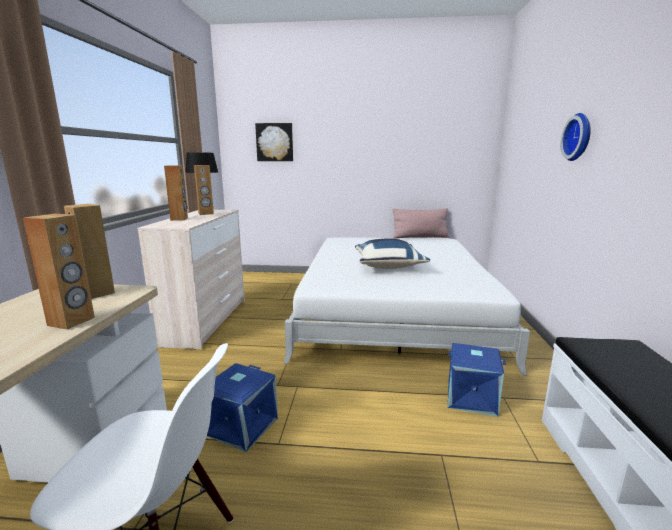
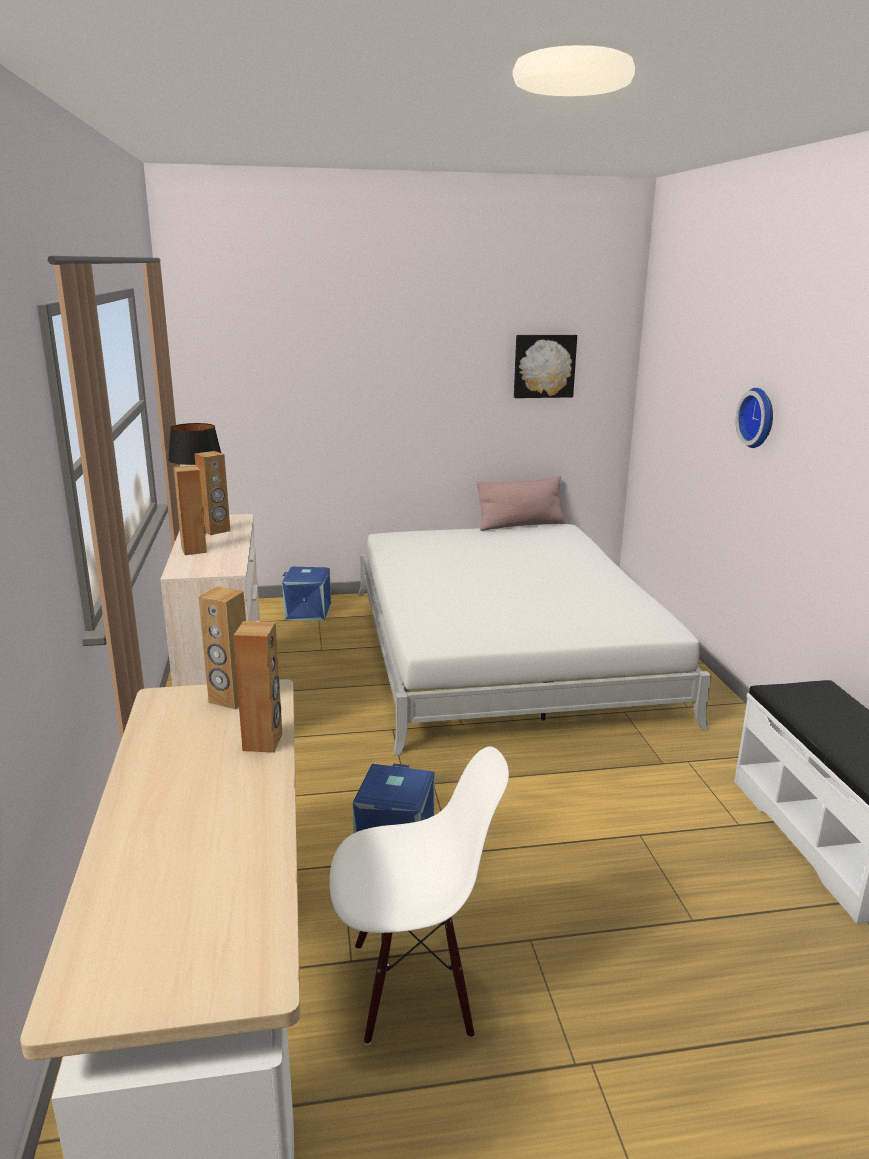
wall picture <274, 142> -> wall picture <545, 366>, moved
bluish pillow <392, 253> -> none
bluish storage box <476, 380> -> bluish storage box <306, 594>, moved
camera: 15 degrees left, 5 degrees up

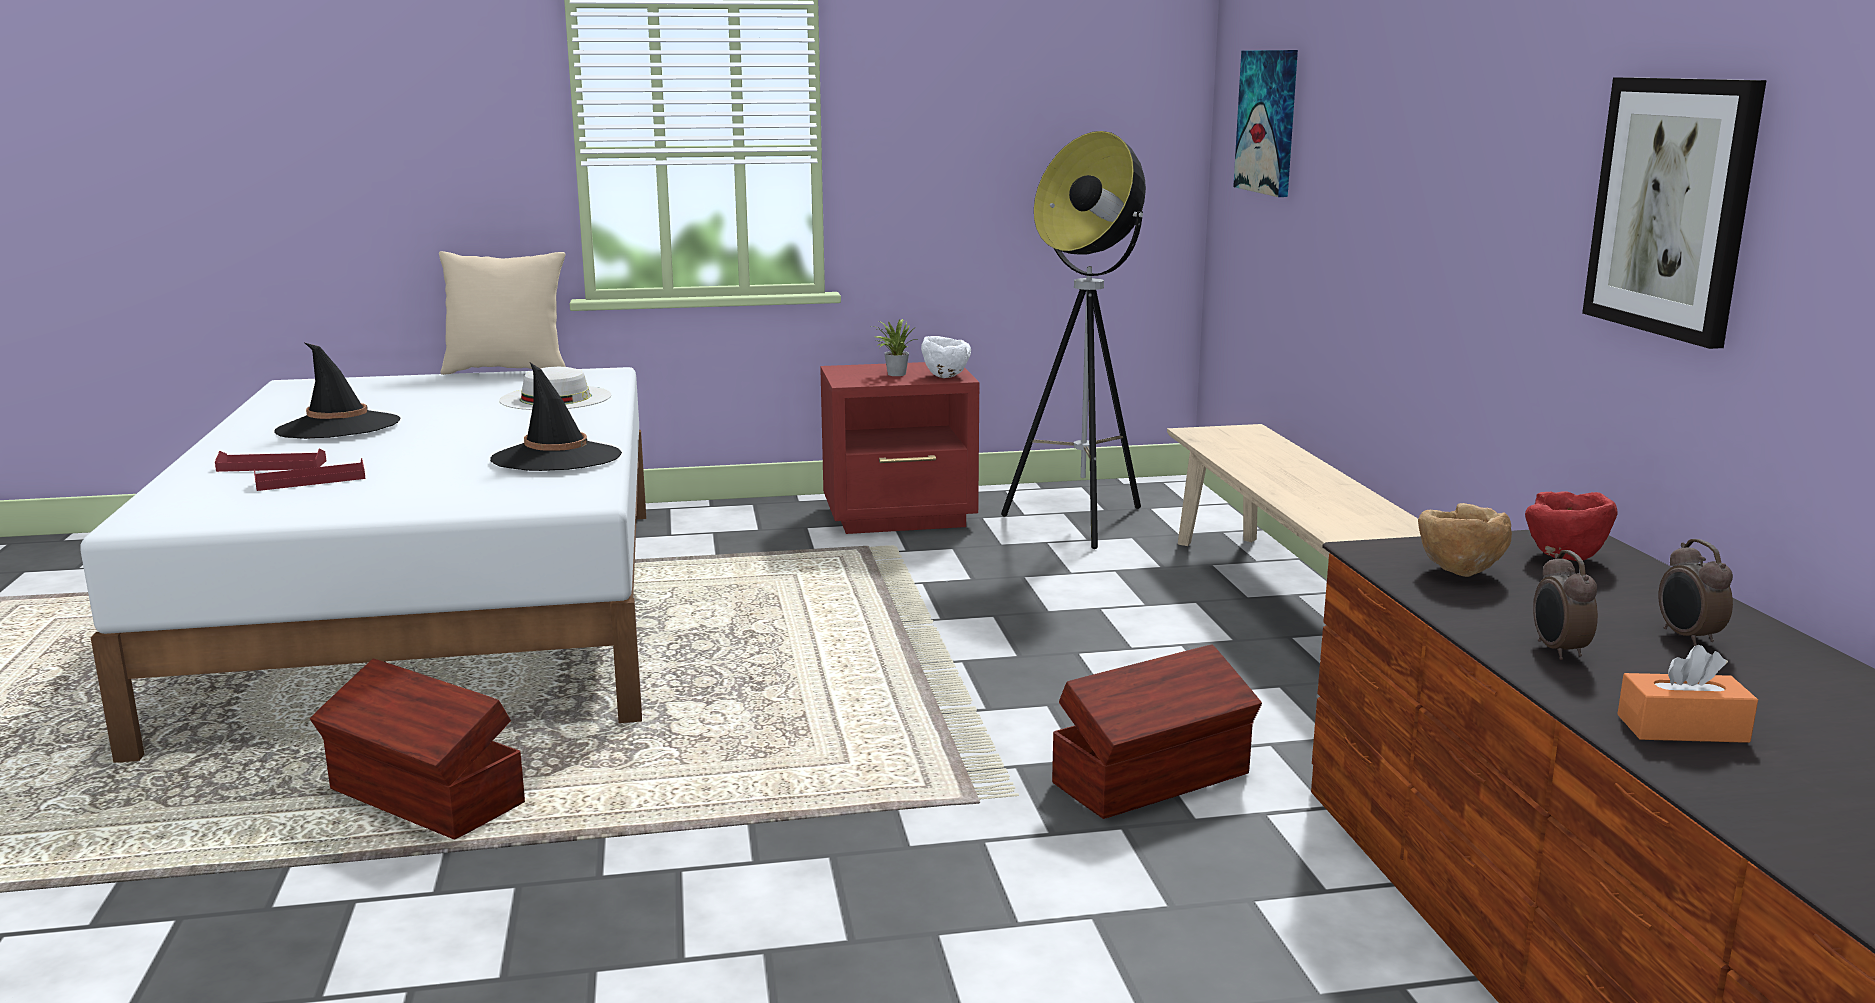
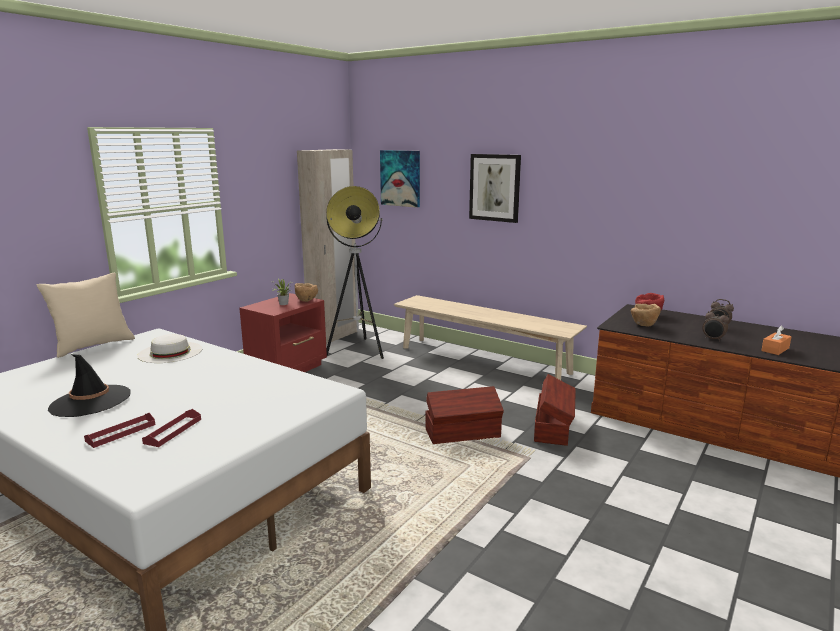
brownish storage box <417, 748> -> brownish storage box <465, 415>, moved
black-coloured hat <556, 417> -> none
white-coloured deep dish <946, 357> -> brownish deep dish <306, 292>
wall picture <1674, 213> -> wall picture <495, 188>, moved
none -> sand-coloured wardrobe <327, 246>
camera: 45 degrees left, 0 degrees up

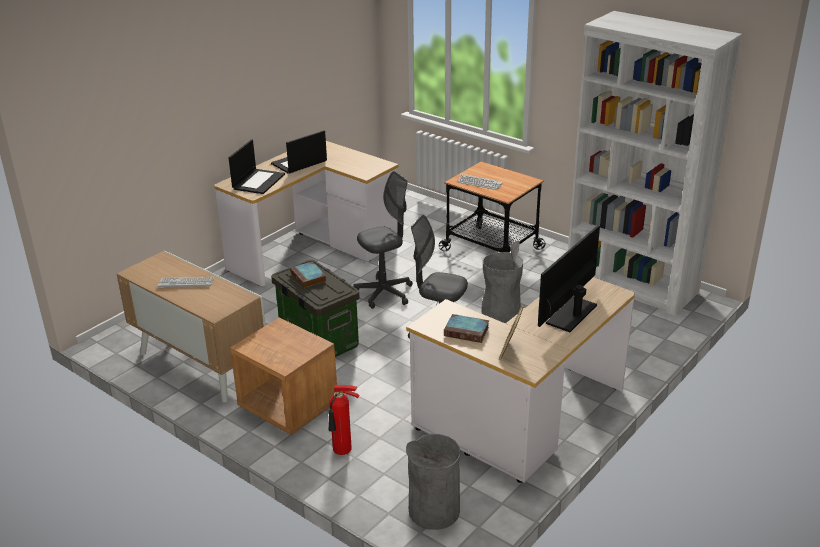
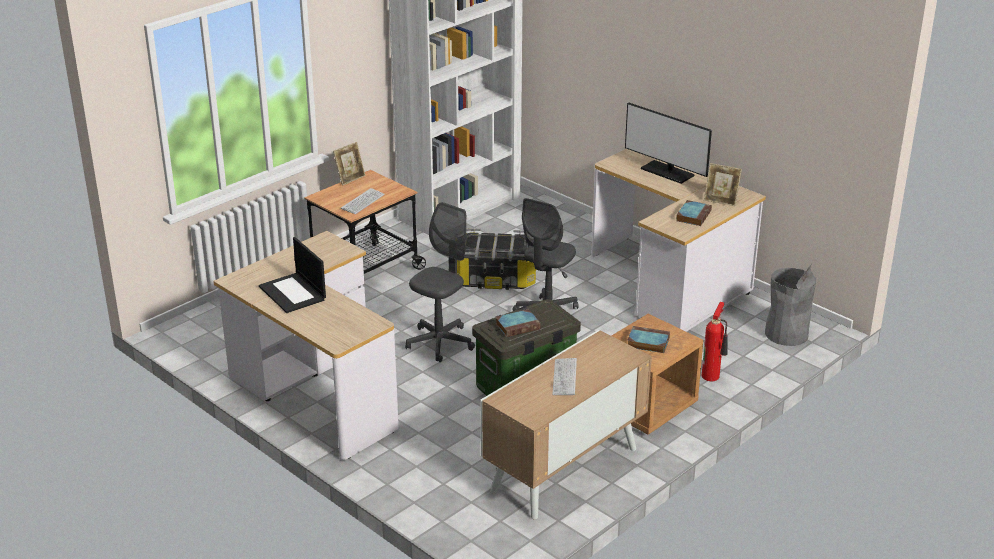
portable computer <256, 166> -> none
grey office chair <383, 240> -> grey office chair <440, 282>, 60 degrees clockwise
grey rubbish bin <502, 282> -> storage box <496, 259>
none -> picture frame <349, 164>
none -> bound book <648, 339>
camera: 85 degrees left, 0 degrees up

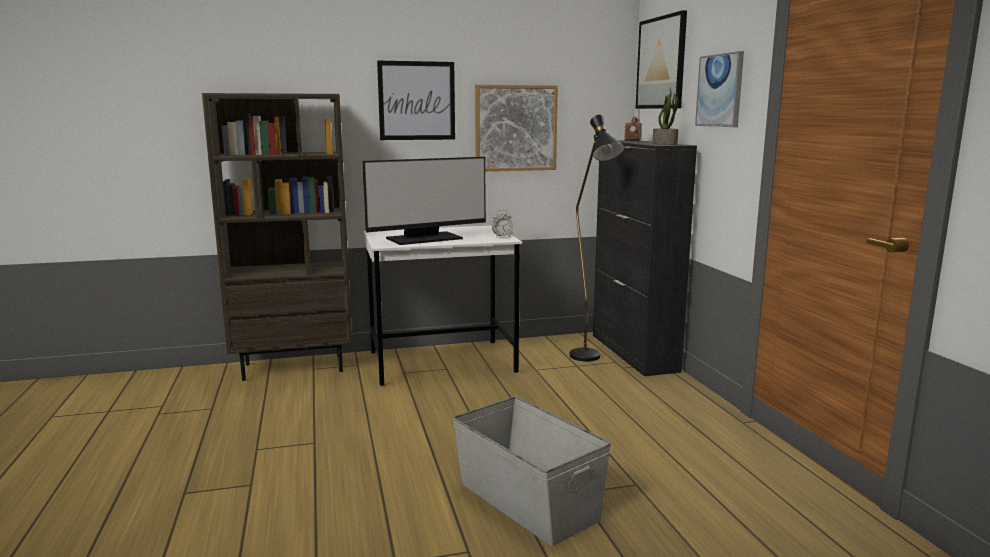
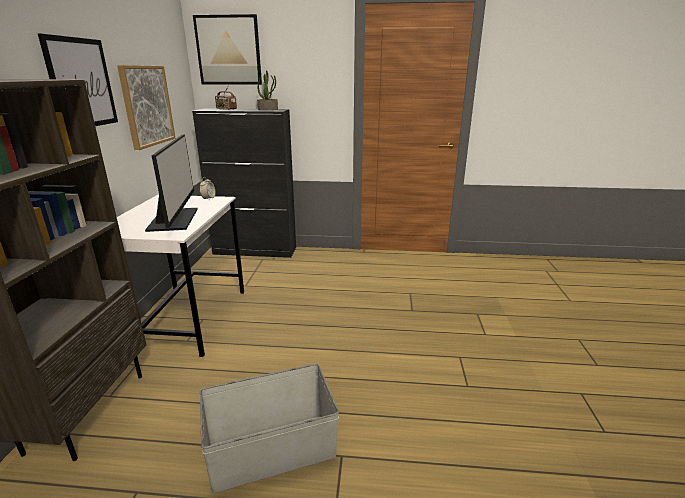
grey storage box <532, 471> -> grey storage box <269, 428>, moved
black-coloured floor lamp <597, 238> -> none
wall picture <719, 89> -> none
camera: 70 degrees left, 10 degrees up

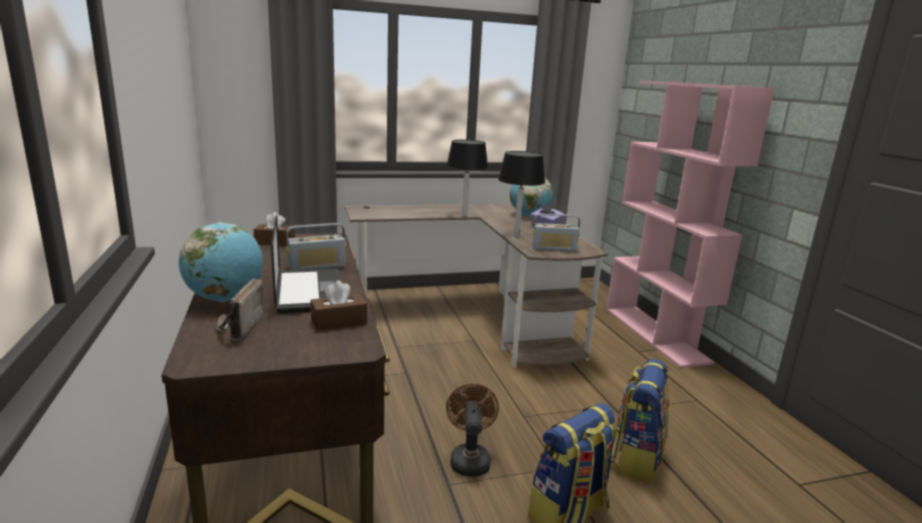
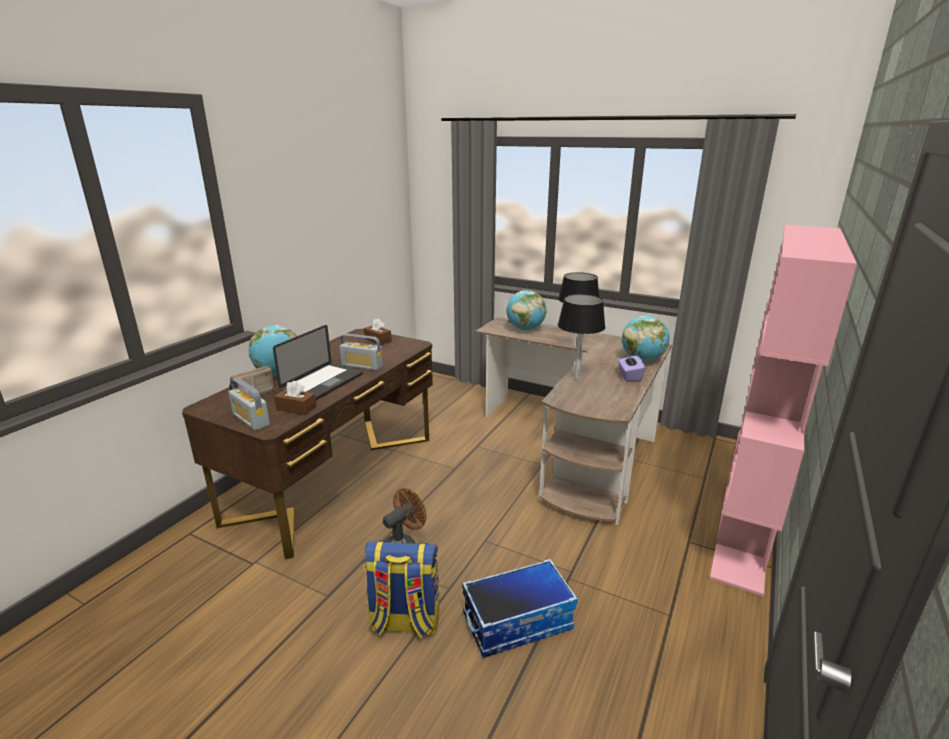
radio set <556, 232> -> radio set <249, 404>, moved
backpack <640, 421> -> storage box <520, 608>
none -> desk globe <526, 310>
camera: 45 degrees right, 5 degrees up

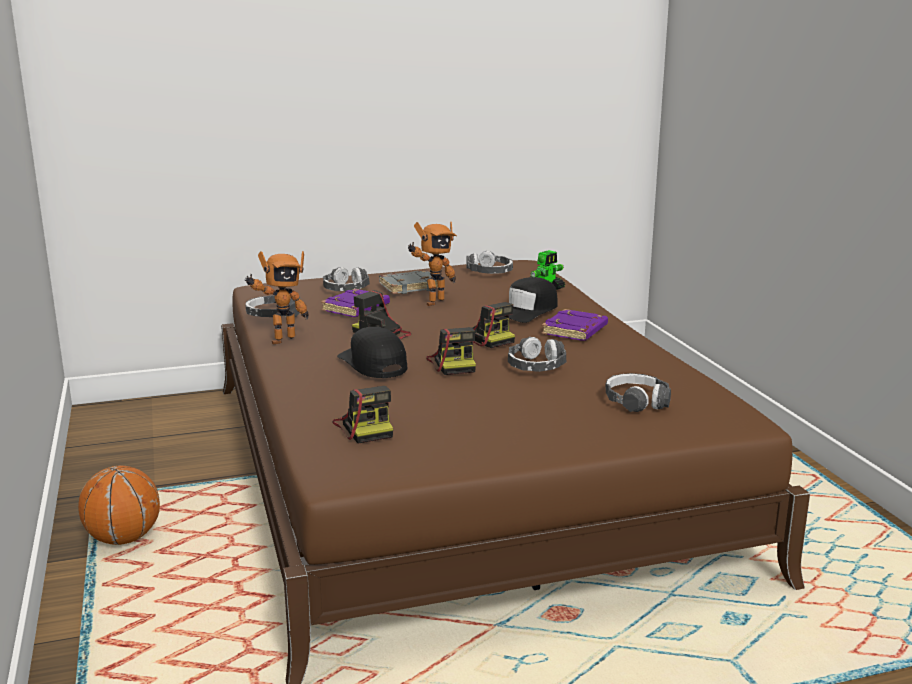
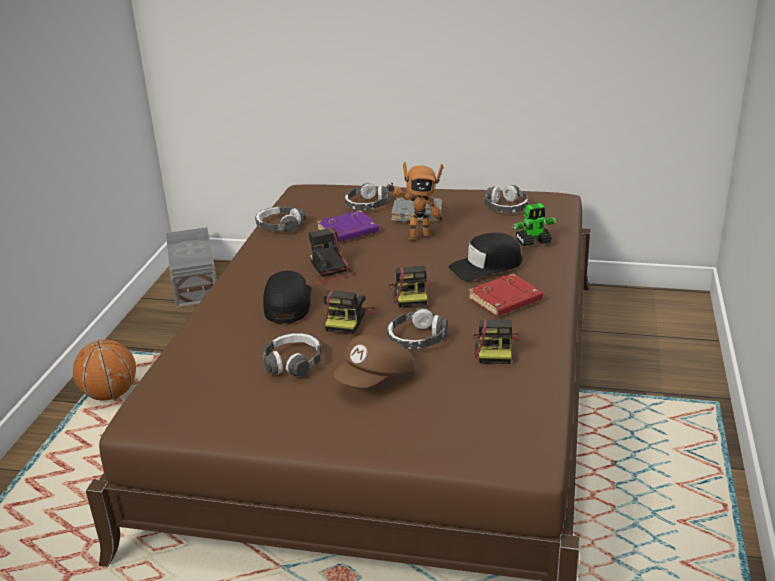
model robot <276, 298> -> none
photo camera <363, 415> -> photo camera <497, 341>, moved
purple-coloured bound book <575, 325> -> red-coloured bound book <505, 295>
headphones <638, 392> -> headphones <292, 355>, moved
none -> grey storage box <191, 267>
none -> brownish peaked cap <373, 361>
camera: 30 degrees right, 10 degrees up

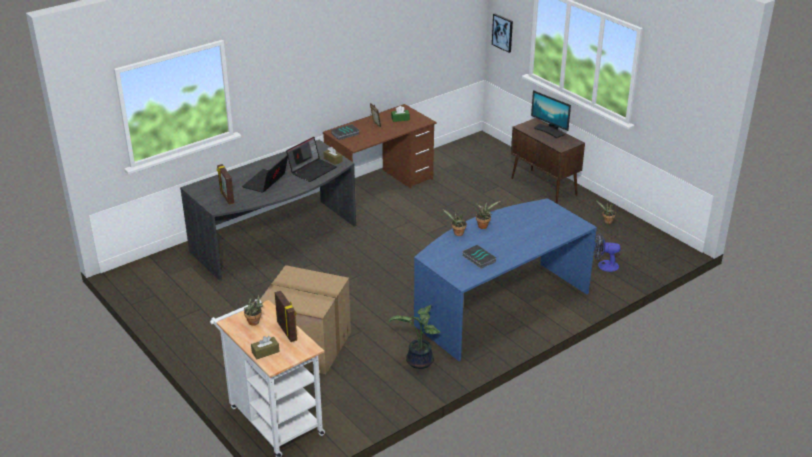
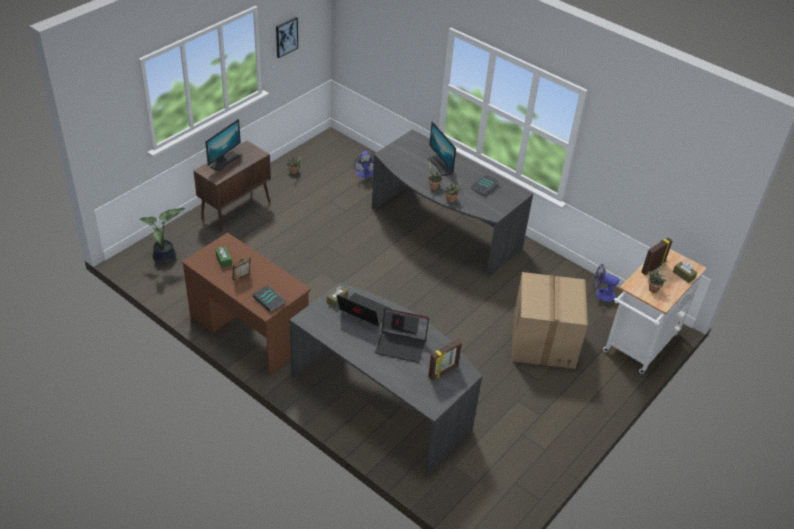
houseplant <415, 337> -> houseplant <162, 236>, moved
bluish desk table <505, 279> -> grey desk table <452, 203>
wall picture <502, 33> -> wall picture <287, 37>, moved
none -> monitor <442, 149>
none -> cooling fan <606, 283>
camera: 105 degrees left, 10 degrees up

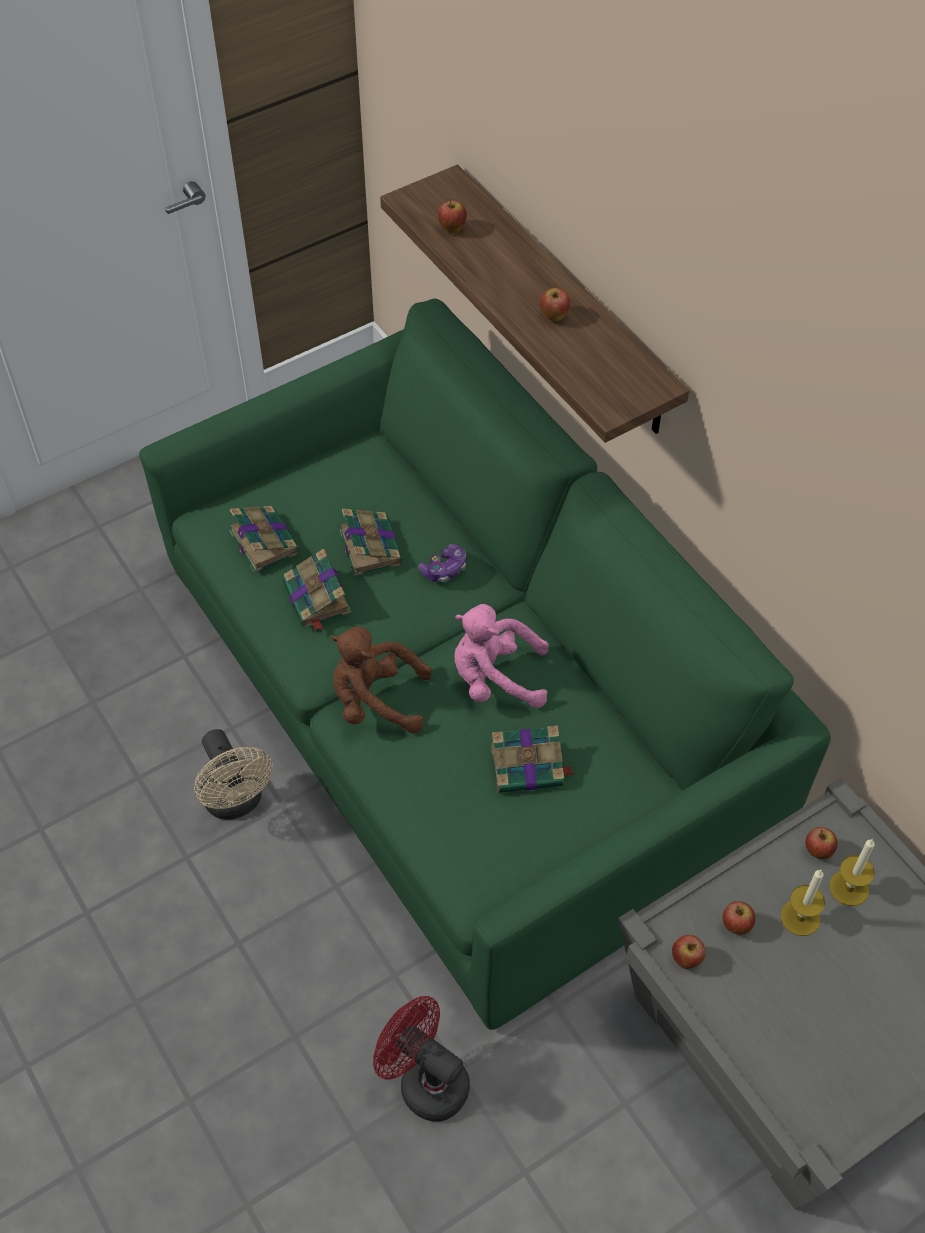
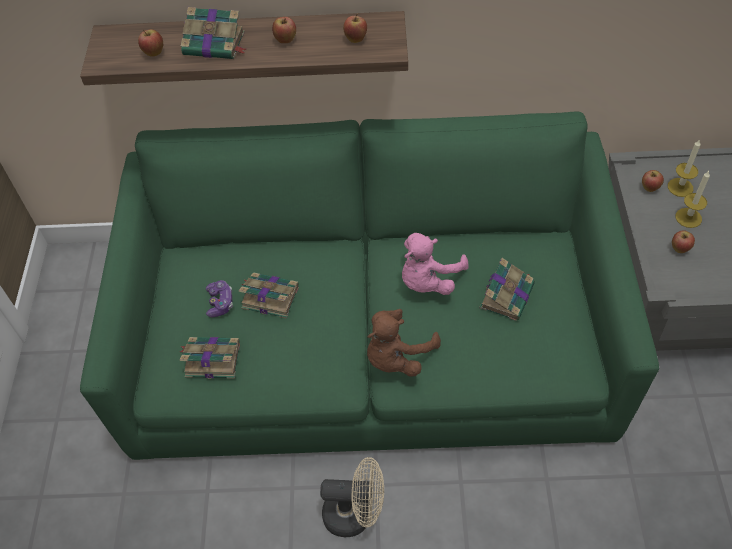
bound book <316, 590> -> bound book <213, 33>, moved
red-coloured cooling fan <421, 1059> -> none
game controller <442, 563> -> game controller <219, 298>, moved
apple fruit <688, 952> -> apple fruit <355, 28>, moved
camera: 55 degrees left, 0 degrees up

